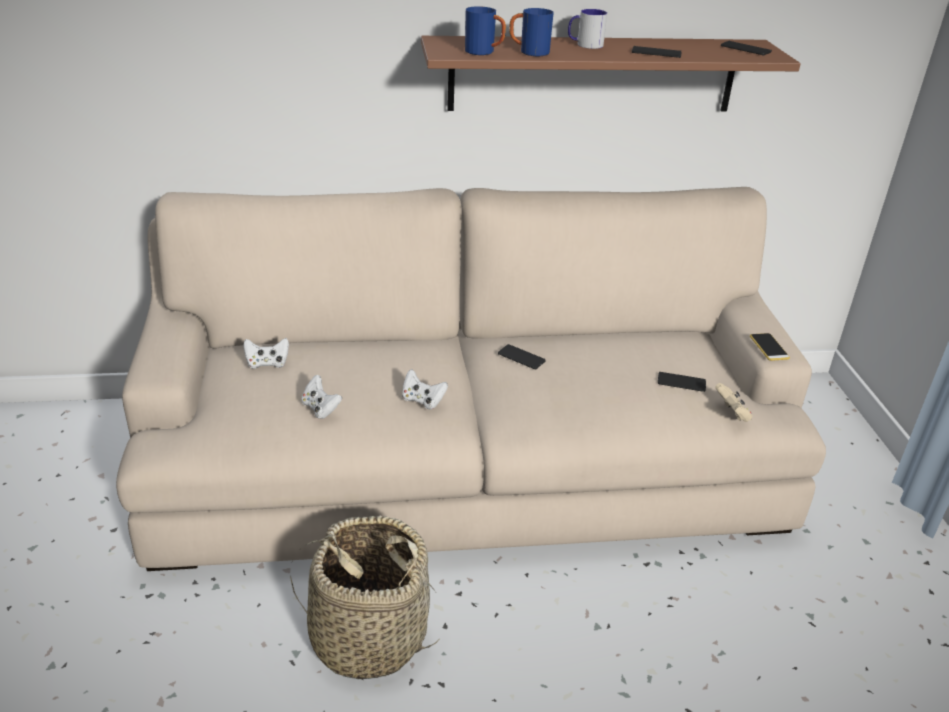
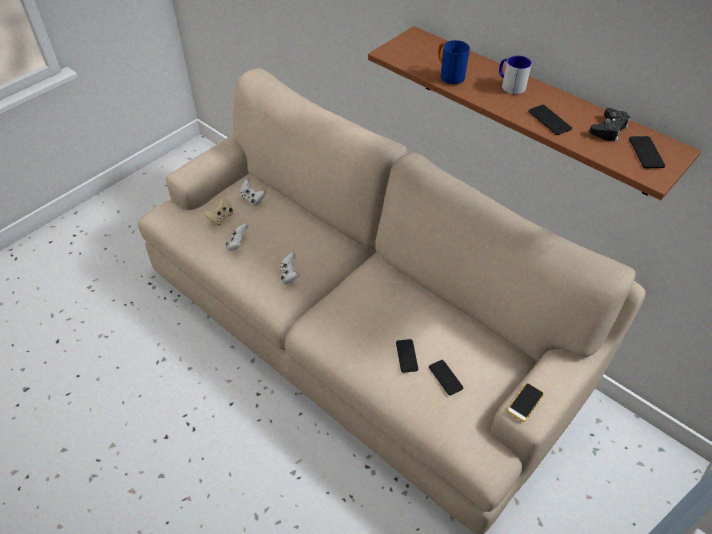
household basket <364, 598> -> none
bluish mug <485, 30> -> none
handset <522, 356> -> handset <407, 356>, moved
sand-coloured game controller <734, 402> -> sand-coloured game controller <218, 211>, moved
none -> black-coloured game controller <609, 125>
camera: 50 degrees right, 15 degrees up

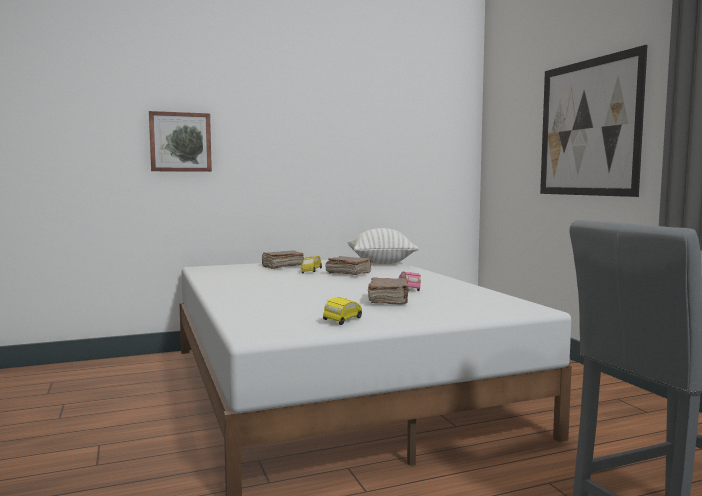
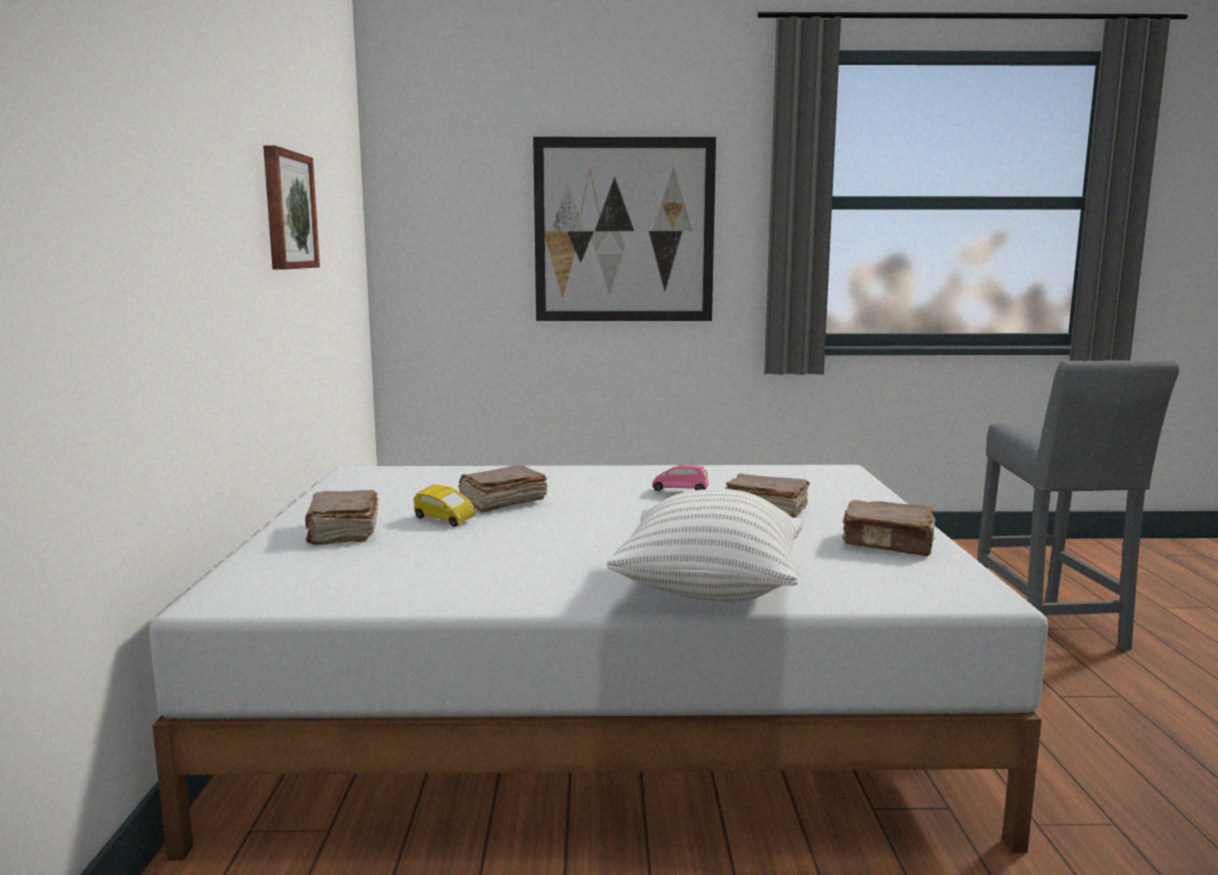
wall picture <180, 141> -> wall picture <291, 207>, moved
yellow-coloured toy car <342, 311> -> brownish bound book <888, 528>
white-coloured pillow <383, 246> -> white-coloured pillow <705, 545>, moved
camera: 70 degrees left, 5 degrees up

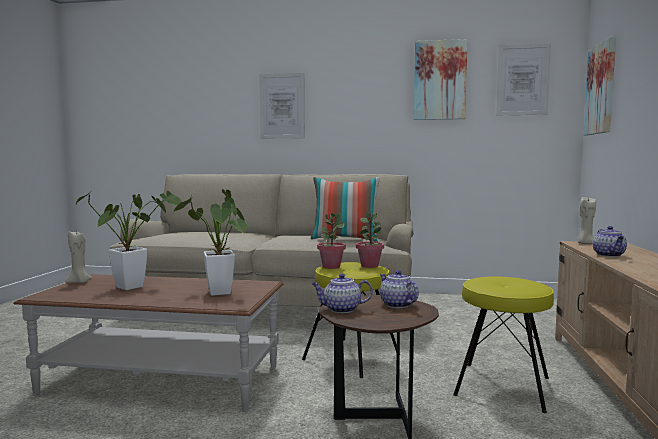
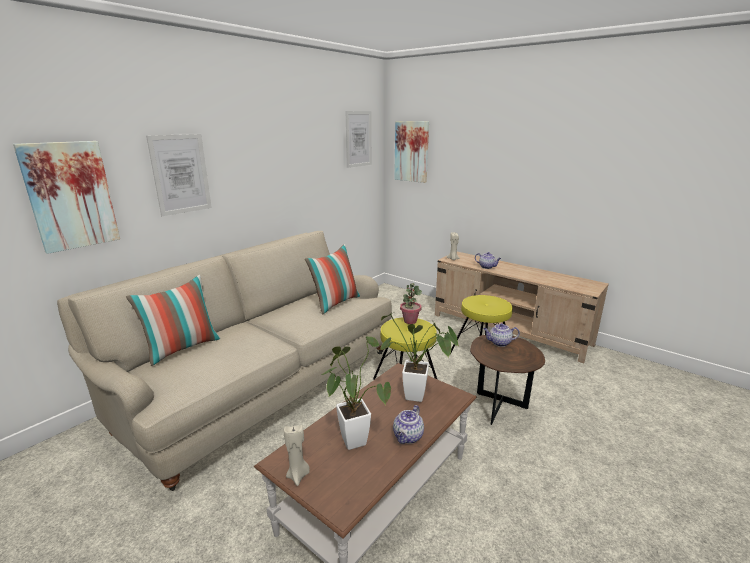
pot for tea <342, 293> -> pot for tea <408, 424>, moved
houseplant <331, 241> -> none
wall picture <441, 79> -> wall picture <66, 197>, moved
none -> pillow <173, 320>
camera: 60 degrees left, 15 degrees up

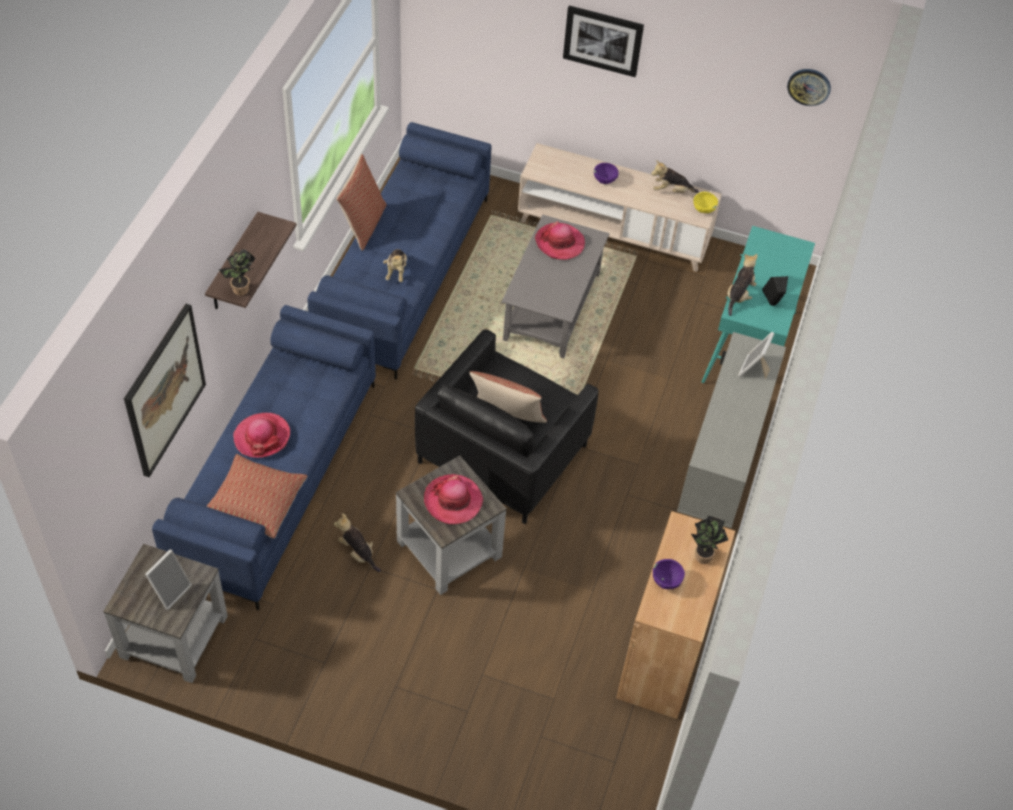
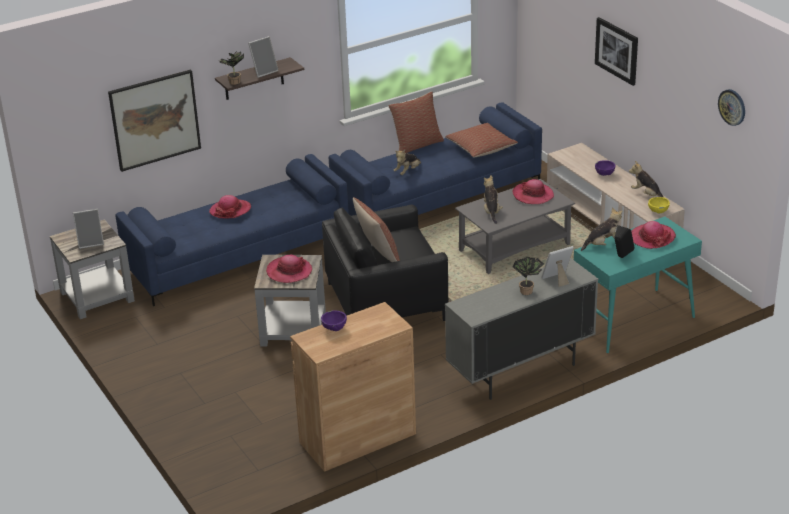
pillow <257, 496> -> pillow <481, 140>, moved
plush toy <357, 542> -> plush toy <493, 199>, moved
houseplant <709, 539> -> houseplant <528, 276>, moved
none -> picture frame <263, 57>
none -> hat <653, 235>
camera: 45 degrees right, 20 degrees down

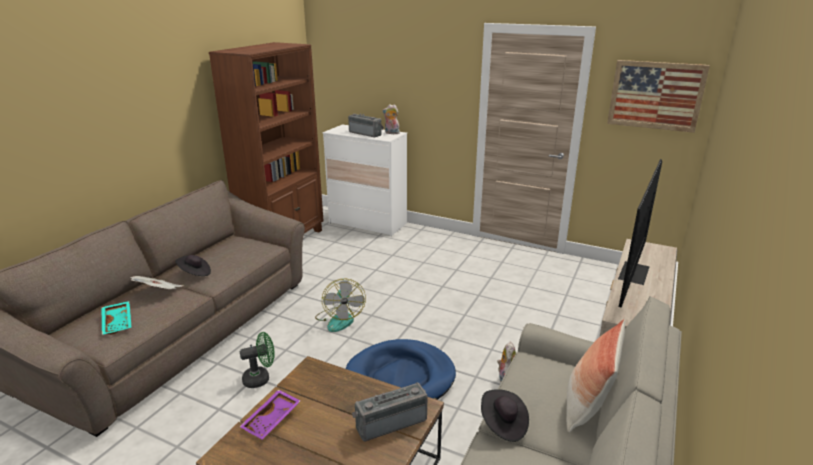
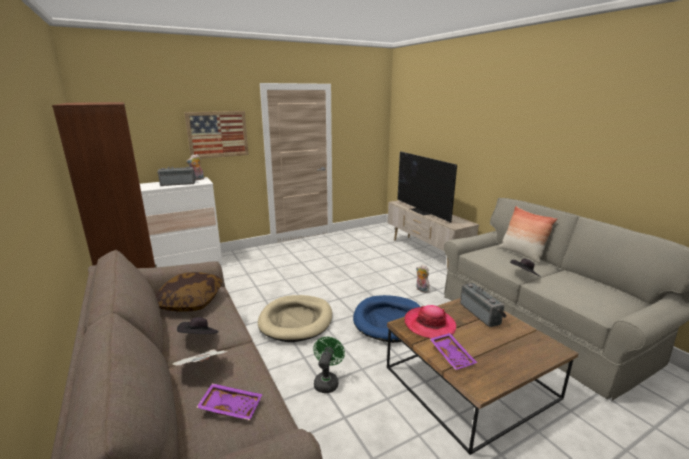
turquoise serving tray <116, 318> -> purple-coloured serving tray <229, 401>
cooling fan <340, 305> -> sand-coloured dog bed <295, 318>
radio set <389, 412> -> radio set <483, 305>, 150 degrees clockwise
wall picture <658, 96> -> wall picture <216, 135>, moved
none -> pillow <189, 292>
none -> hat <430, 322>
camera: 55 degrees left, 5 degrees down

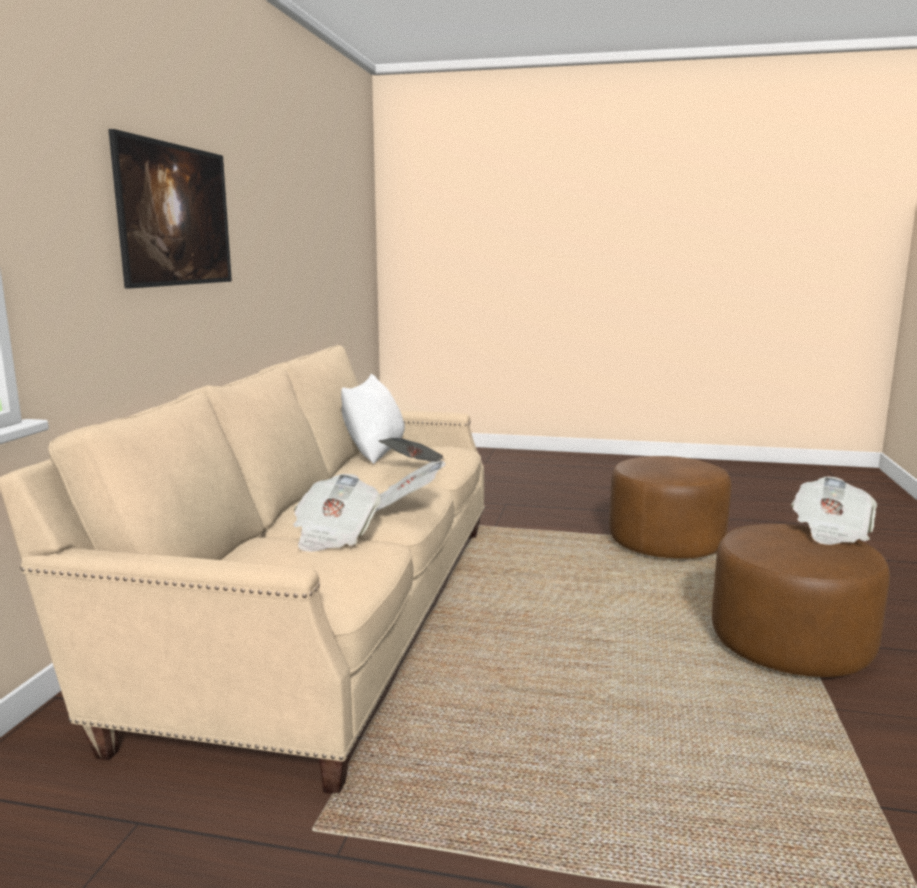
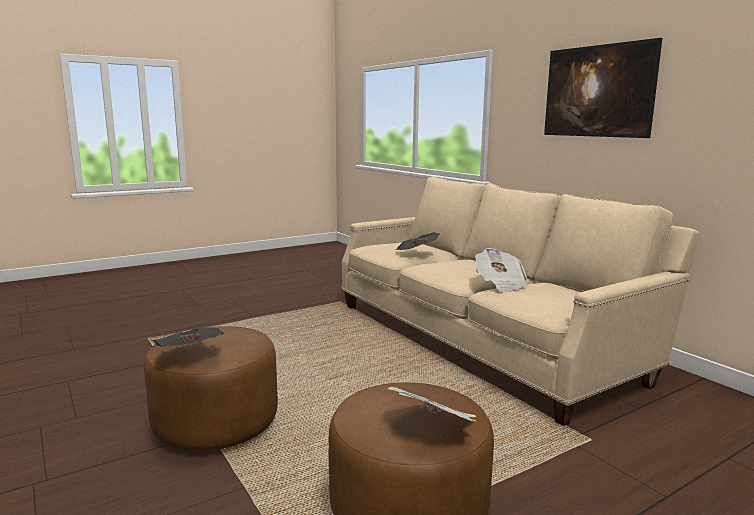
white-coloured pillow <373, 419> -> none
newspaper <410, 486> -> newspaper <432, 404>, moved
camera: 135 degrees right, 0 degrees up

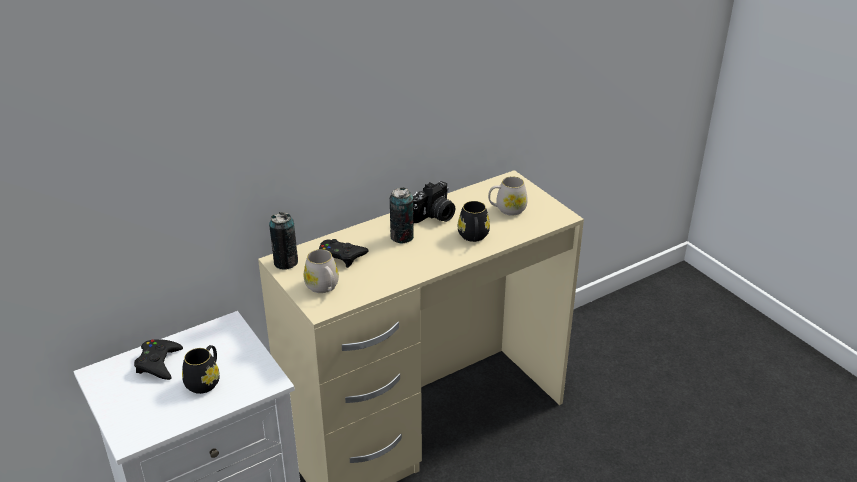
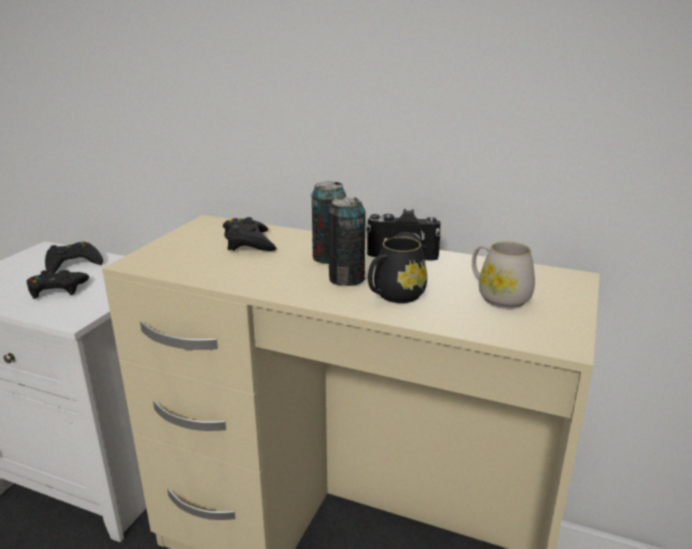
black-coloured mug <201, 369> -> black-coloured game controller <58, 284>
can <283, 241> -> can <347, 241>, moved
white-coloured mug <321, 271> -> none
camera: 55 degrees right, 10 degrees down

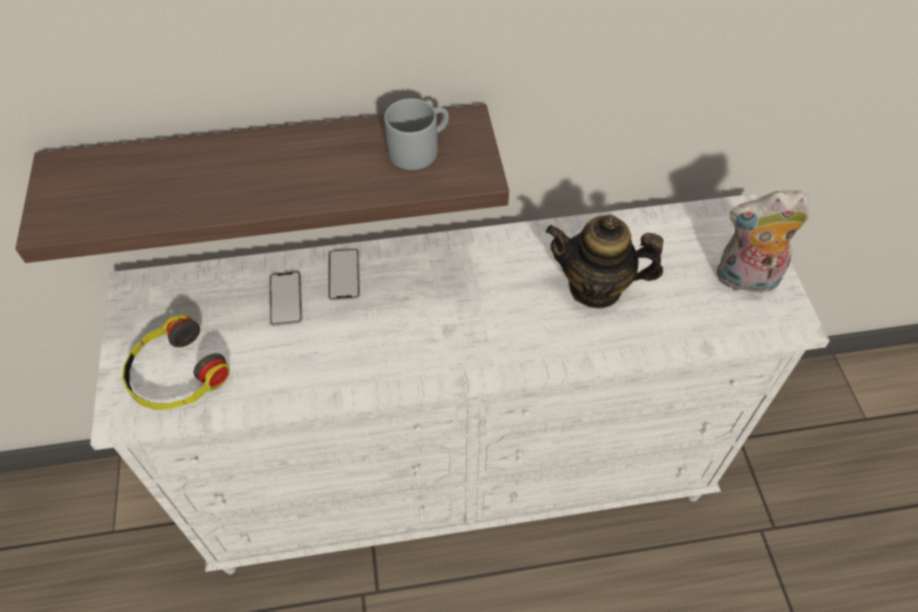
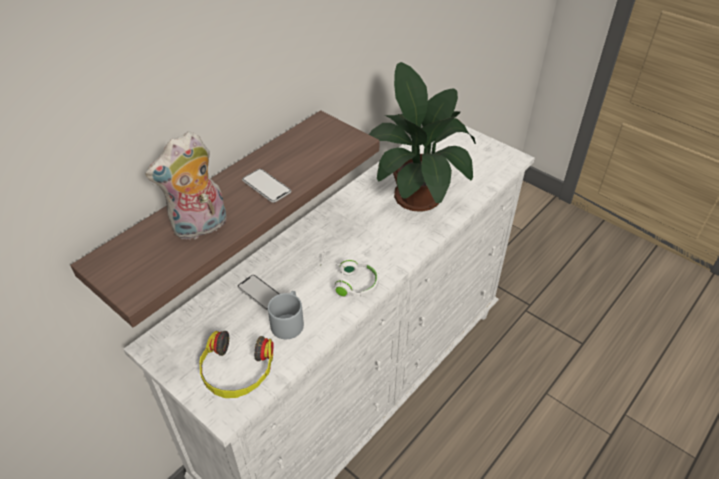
handset <344, 275> -> handset <266, 186>, moved
grey mug <416, 134> -> grey mug <286, 315>, moved
pot for tea <604, 262> -> houseplant <422, 137>
plush toy <763, 244> -> plush toy <186, 185>, moved
none -> white-coloured headphones <349, 274>
camera: 40 degrees left, 10 degrees down

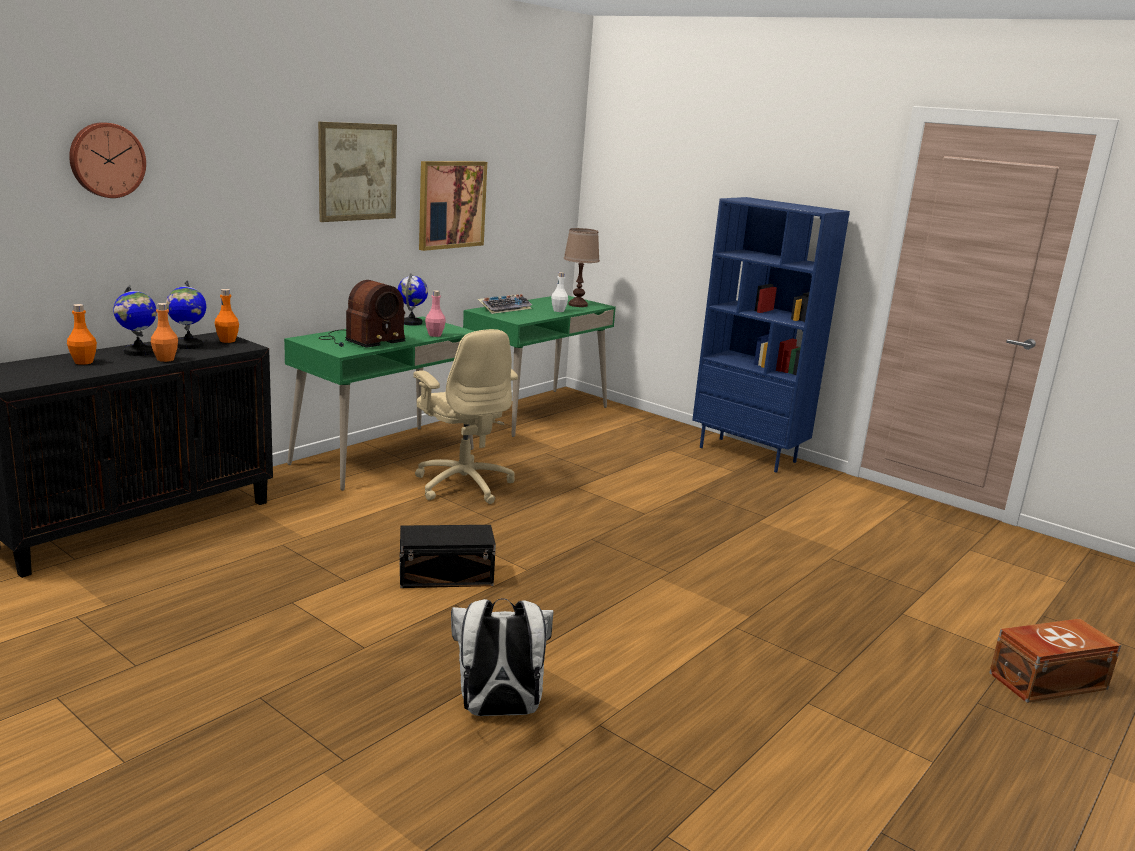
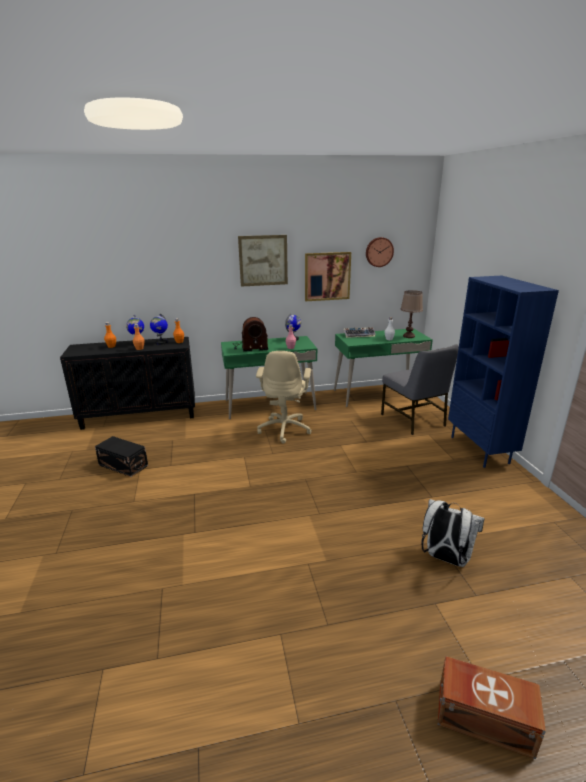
hanging clock <107, 160> -> hanging clock <380, 252>, moved
black-coloured storage box <447, 556> -> black-coloured storage box <121, 456>, moved
white-coloured backpack <502, 657> -> white-coloured backpack <452, 533>, moved
none -> grey upright chair <420, 389>
camera: 40 degrees right, 5 degrees up

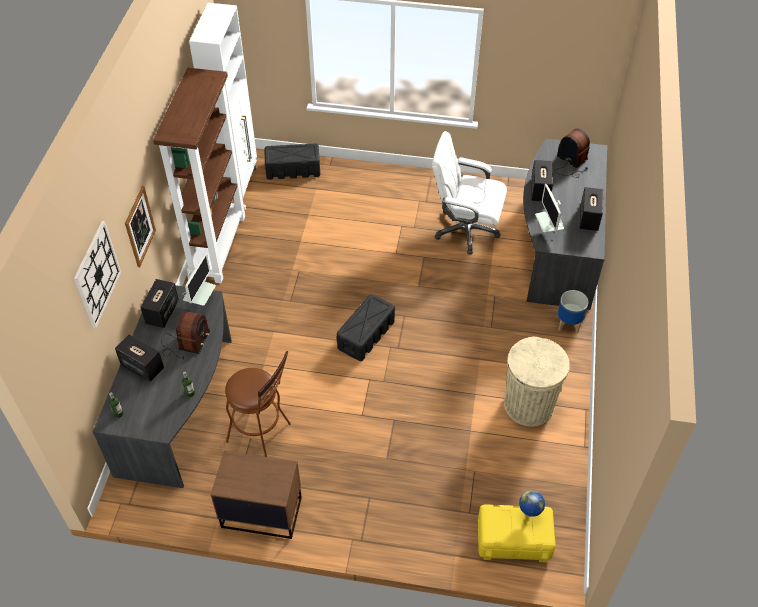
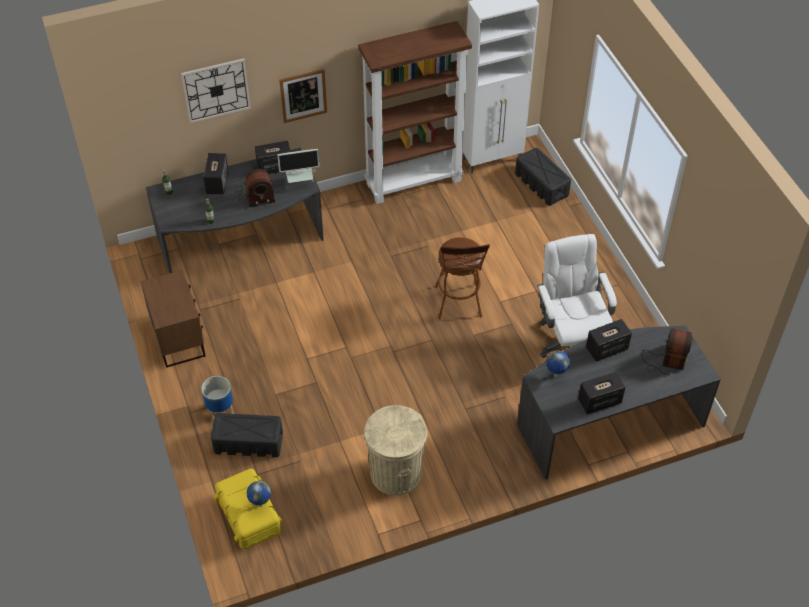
brownish stool seat <258, 404> -> brownish stool seat <462, 278>, moved
black-coloured storage box <366, 327> -> black-coloured storage box <247, 435>, moved
monitor <549, 212> -> desk globe <558, 364>
plant pot <573, 311> -> plant pot <217, 398>, moved
camera: 60 degrees right, 0 degrees up

